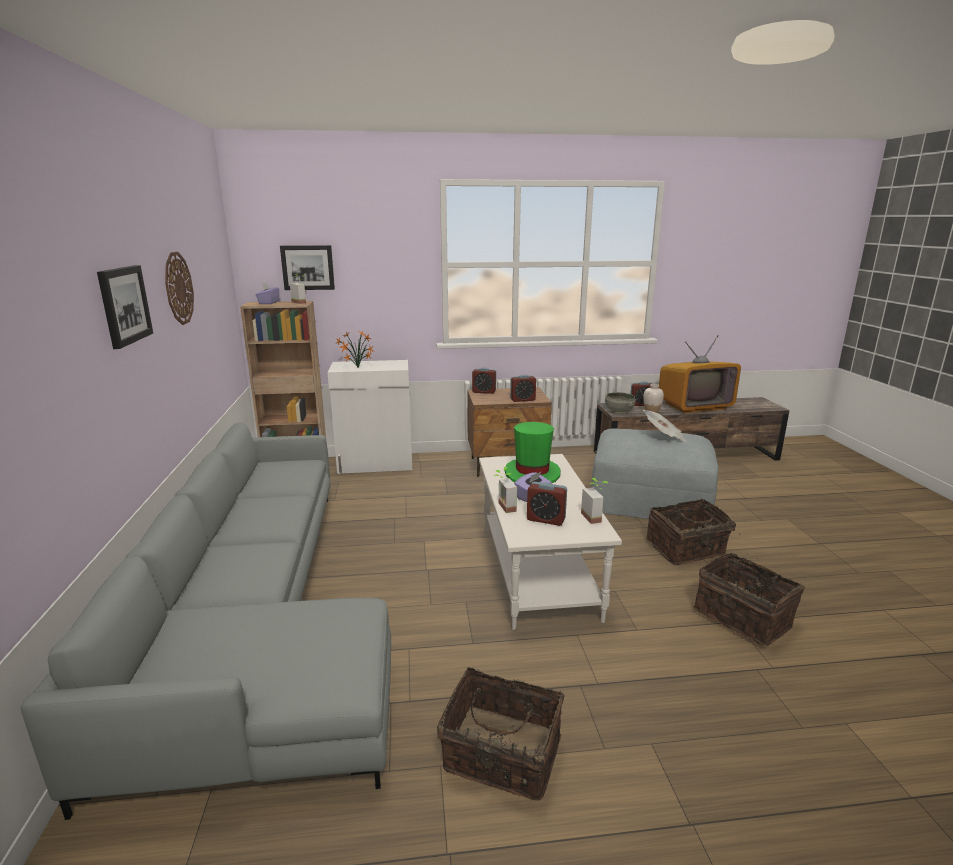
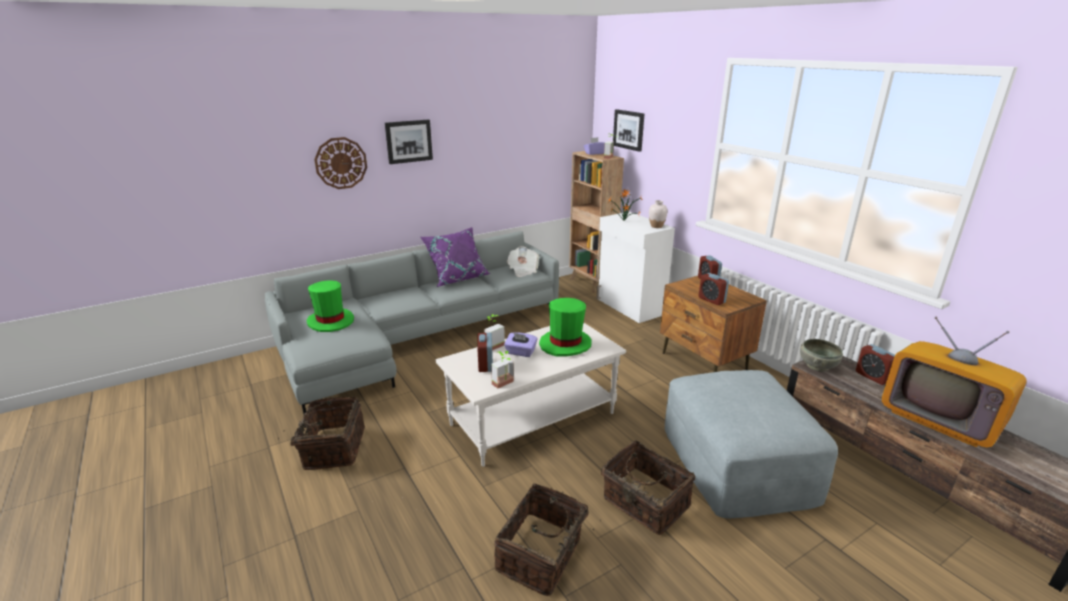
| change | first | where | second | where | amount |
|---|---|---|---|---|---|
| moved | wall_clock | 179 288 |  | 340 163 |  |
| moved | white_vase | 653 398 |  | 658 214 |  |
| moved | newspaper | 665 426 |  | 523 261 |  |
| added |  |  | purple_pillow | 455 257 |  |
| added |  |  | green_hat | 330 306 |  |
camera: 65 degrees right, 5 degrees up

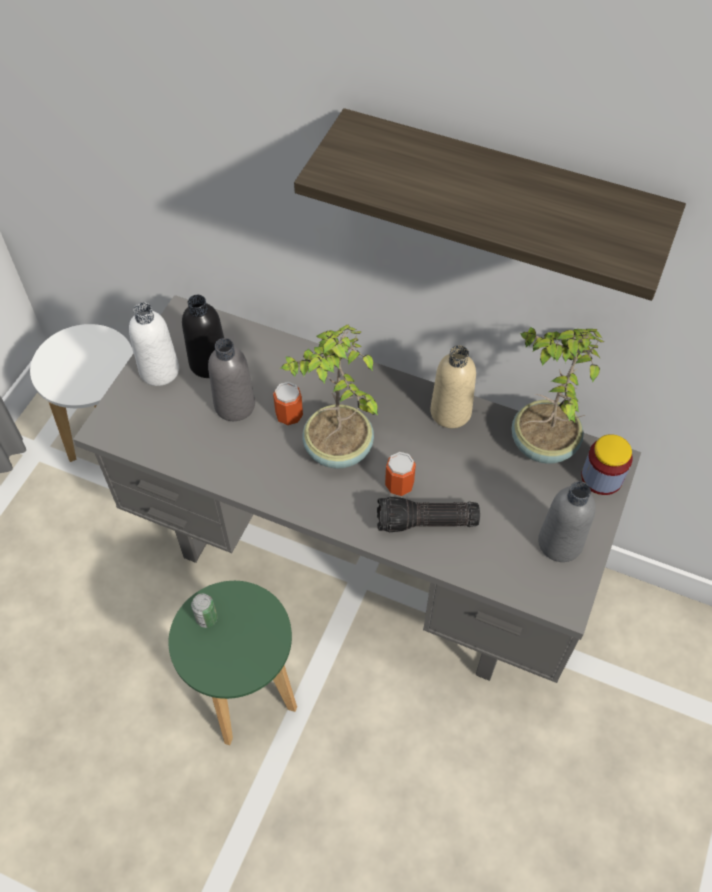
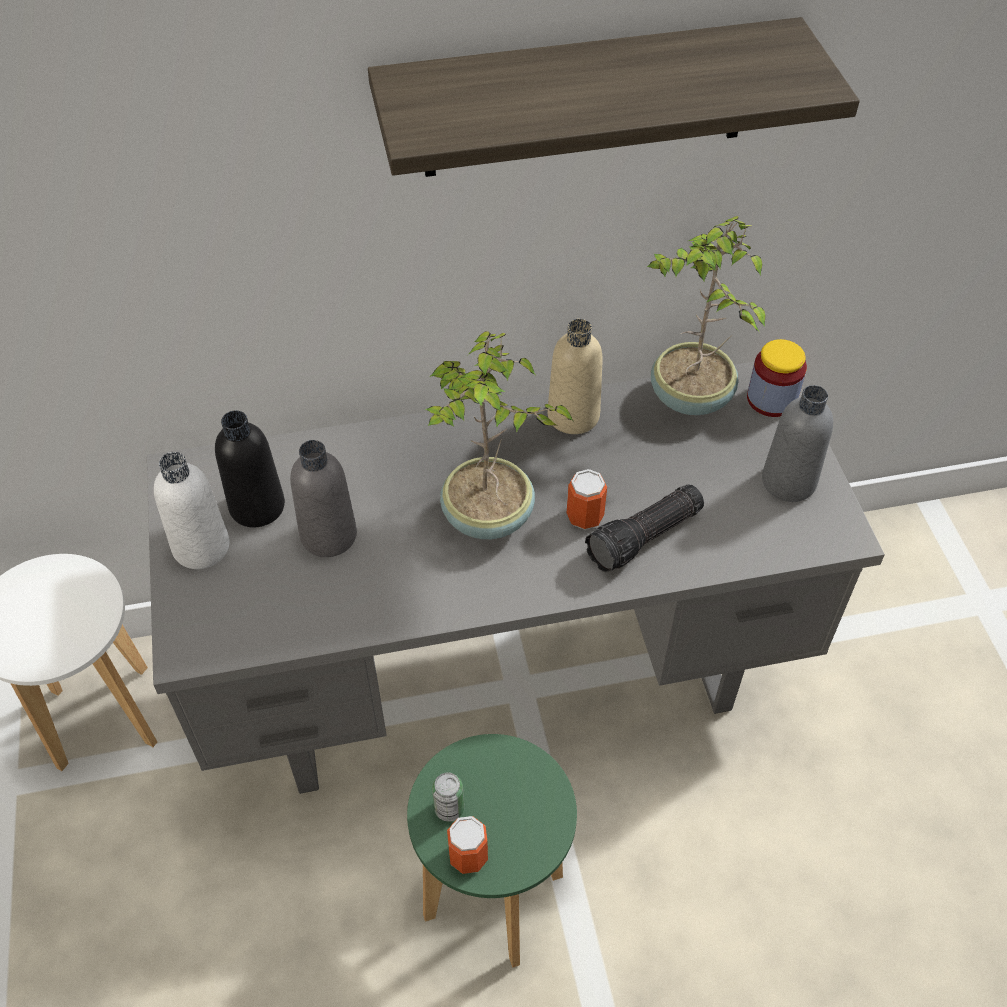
| change | first | where | second | where | amount |
|---|---|---|---|---|---|
| moved | can | 288 404 |  | 467 845 |  |
camera: 35 degrees left, 5 degrees down

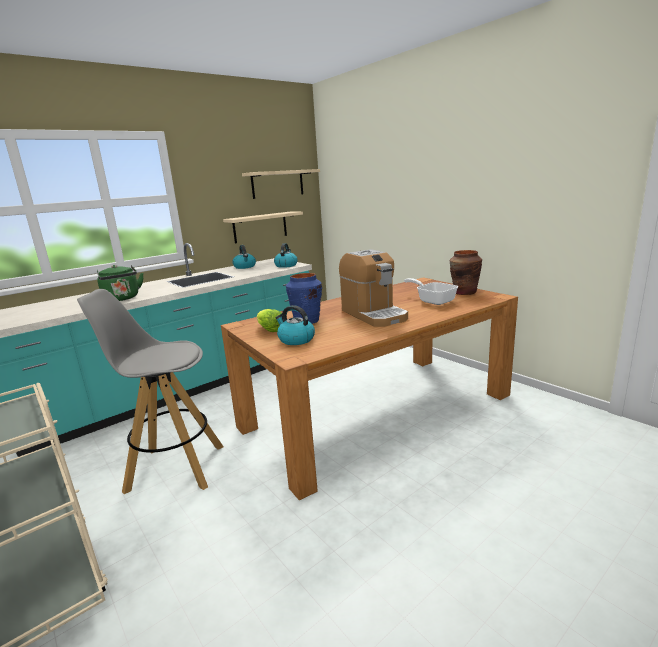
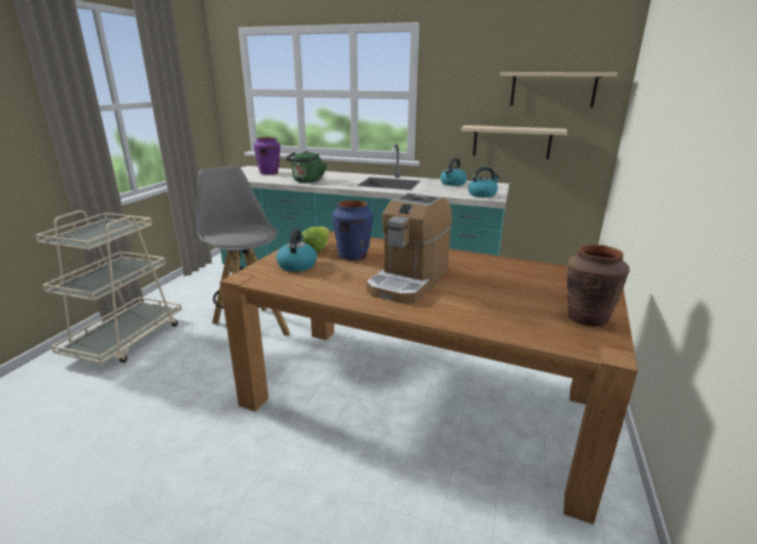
| change | first | where | second | where | amount |
|---|---|---|---|---|---|
| removed | frying_pan | 431 291 |  |  |  |
| added |  |  | purple_vase | 267 156 |  |
camera: 55 degrees right, 5 degrees up

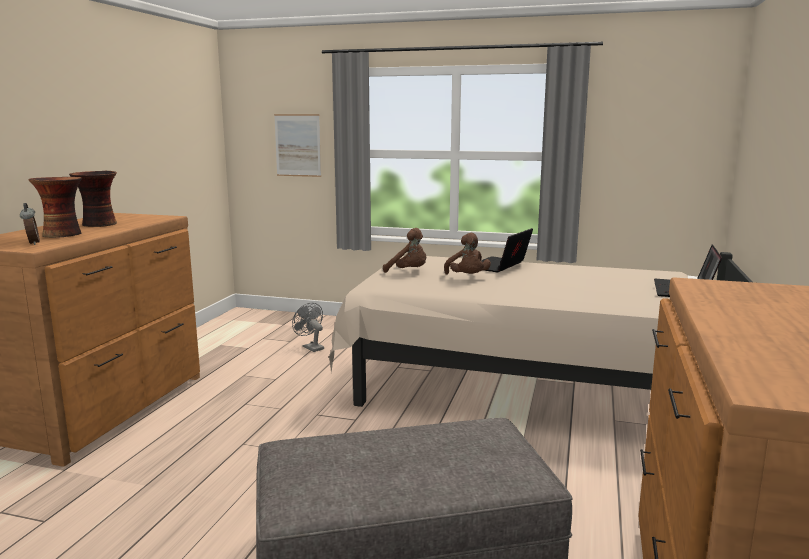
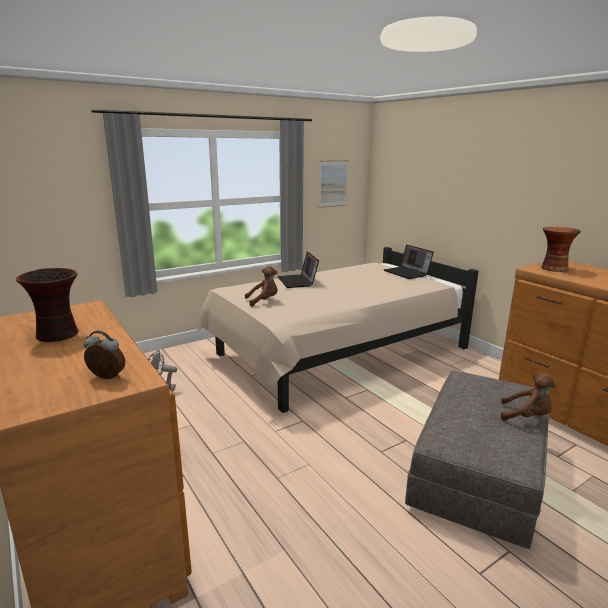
| change | first | where | second | where | amount |
|---|---|---|---|---|---|
| moved | picture | 297 145 |  | 334 184 |  |
| moved | vase | 55 207 |  | 561 249 |  |
| moved | brown_plush_toy | 467 254 |  | 529 397 |  |
camera: 50 degrees left, 5 degrees up

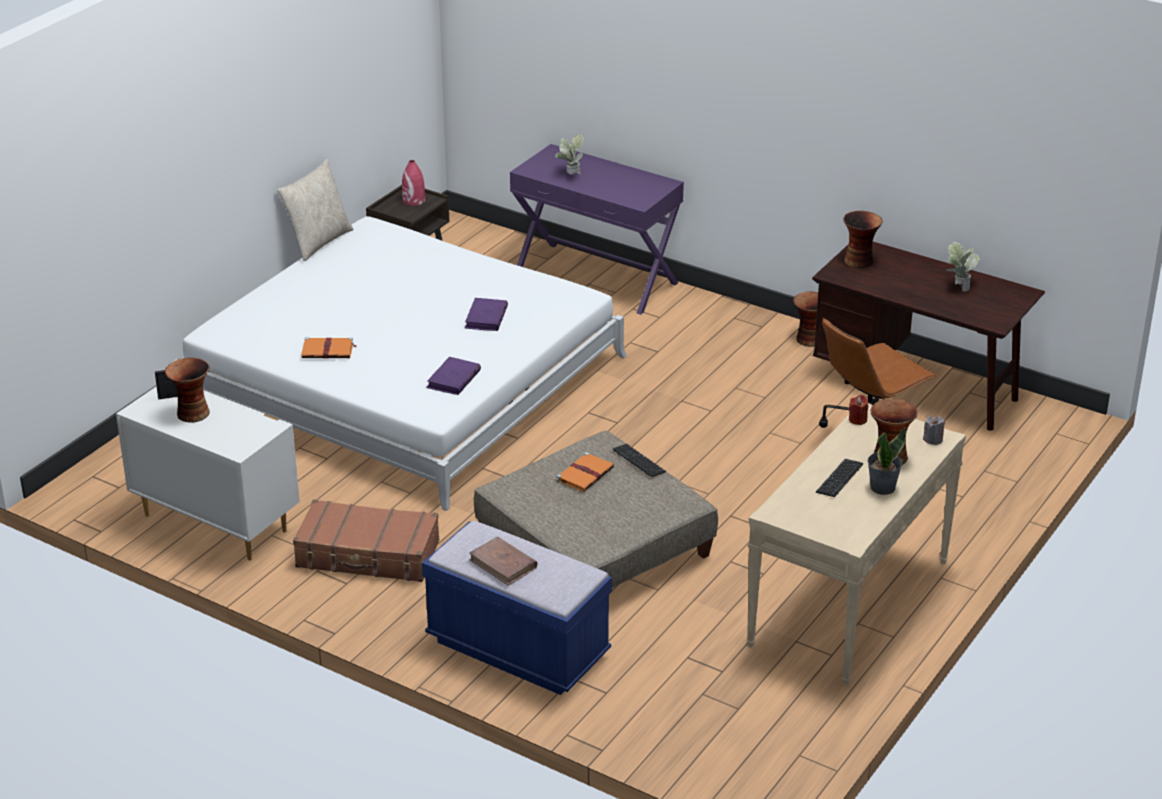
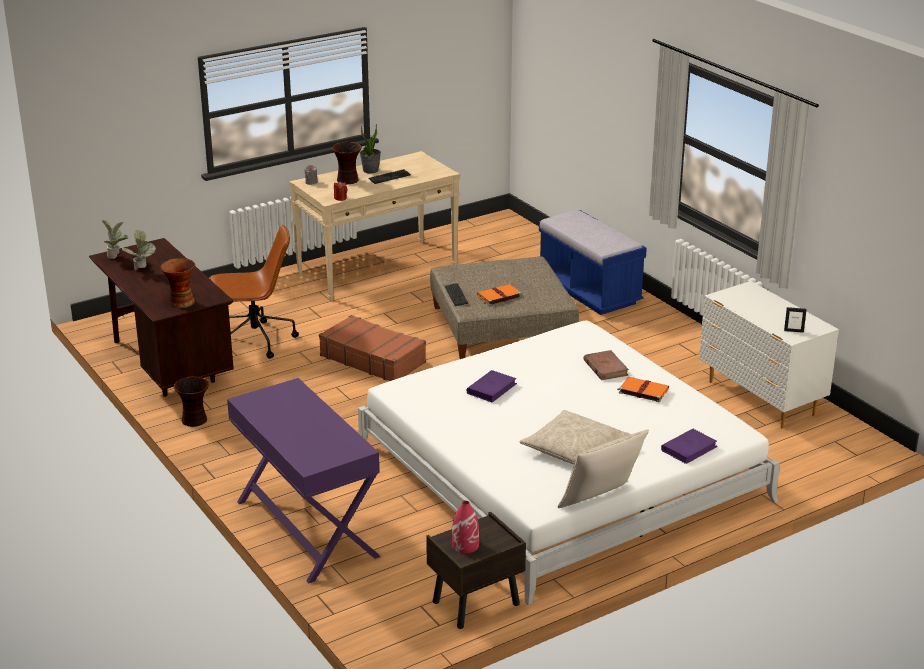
| change | first | where | second | where | amount |
|---|---|---|---|---|---|
| moved | potted_plant | 569 154 |  | 115 239 |  |
| moved | purple_book | 453 376 |  | 689 446 |  |
| removed | vase | 187 390 |  |  |  |
| moved | brown_suitcase | 366 540 |  | 372 348 |  |
| moved | brown_book | 503 560 |  | 606 365 |  |
| added |  |  | beige_pillow | 574 437 |  |
camera: 155 degrees left, 5 degrees down

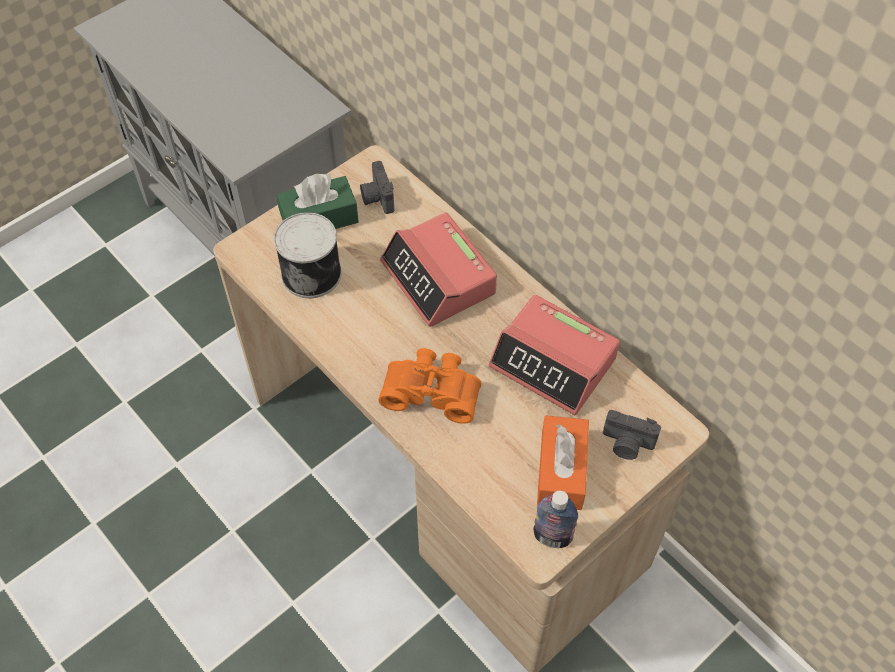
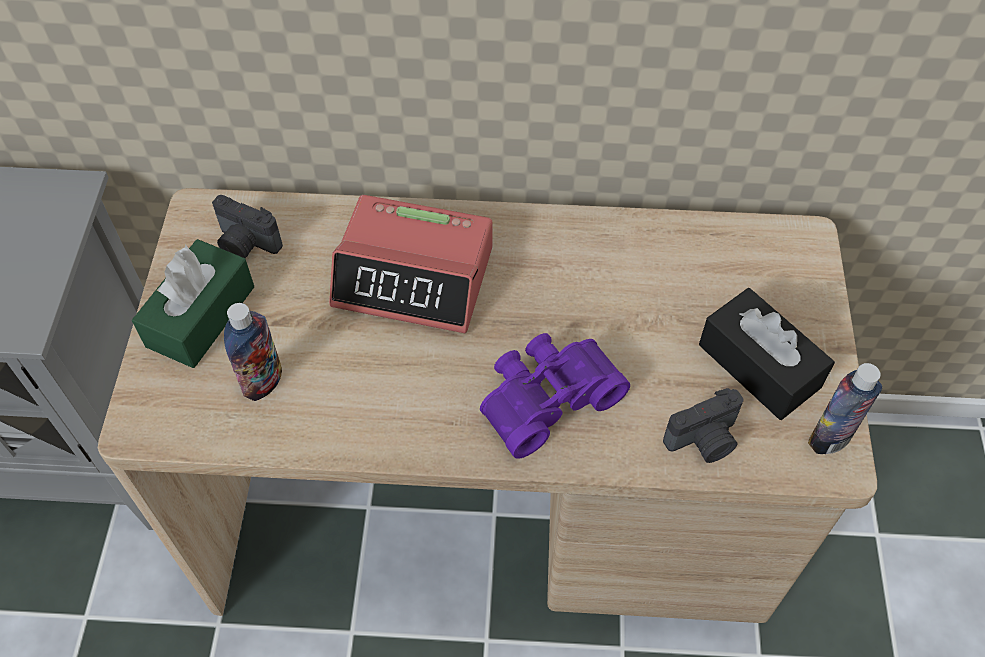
| change | first | where | second | where | amount |
|---|---|---|---|---|---|
| replaced | can | 308 255 | bottle | 253 352 |  |
| removed | alarm_clock | 554 355 |  |  |  |
| recoloured | orange_binoculars | 430 386 | purple_binoculars | 555 396 |  |
| moved | photo_camera | 632 435 |  | 703 425 |  |
| recoloured | orange_tissue_box | 563 463 | black_tissue_box | 767 354 |  |
camera: 45 degrees left, 0 degrees up

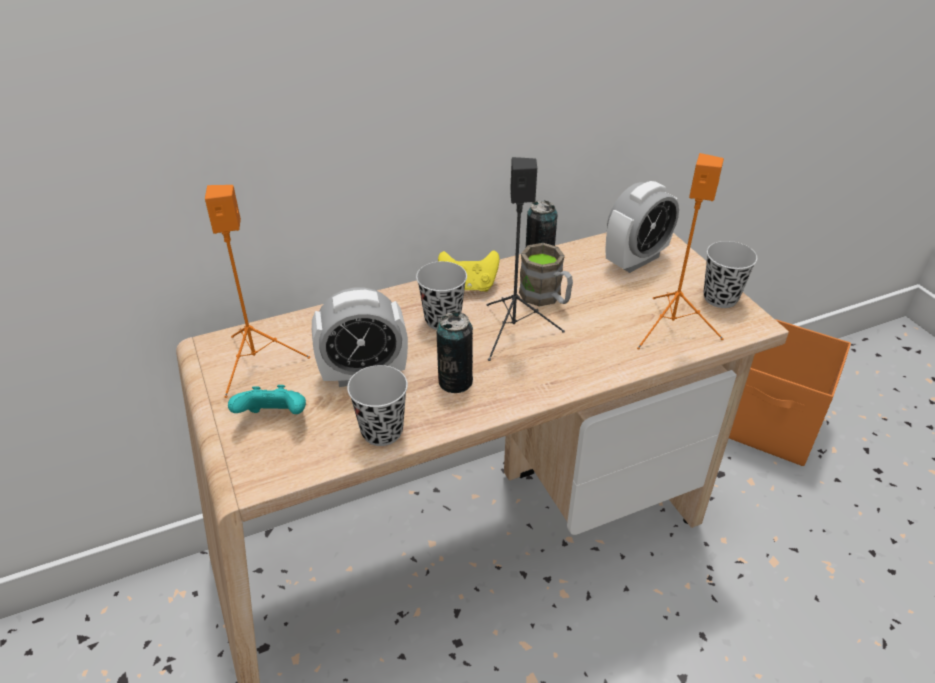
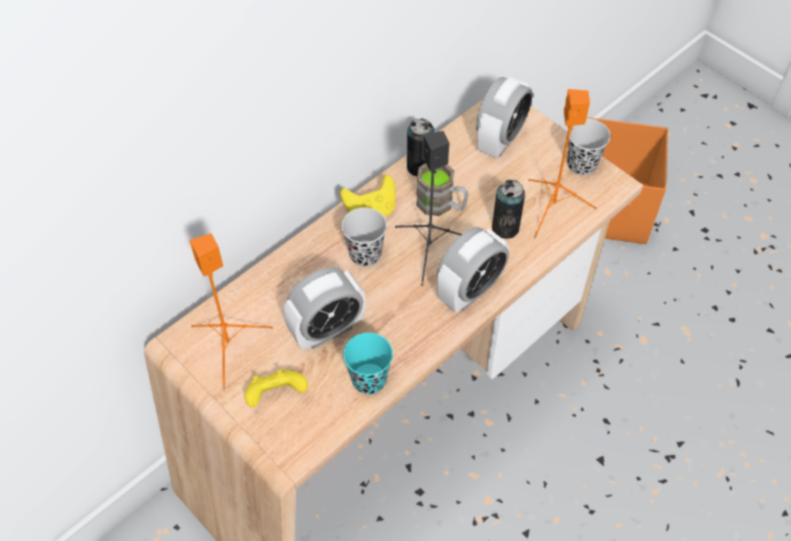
| change | first | where | second | where | amount |
|---|---|---|---|---|---|
| moved | can | 454 352 |  | 508 209 |  |
| recoloured | black_cup | 377 405 | turquoise_cup | 368 363 |  |
| recoloured | turquoise_game_controller | 267 399 | yellow_game_controller | 276 388 |  |
| added |  |  | alarm_clock | 473 270 |  |
camera: 20 degrees left, 15 degrees up

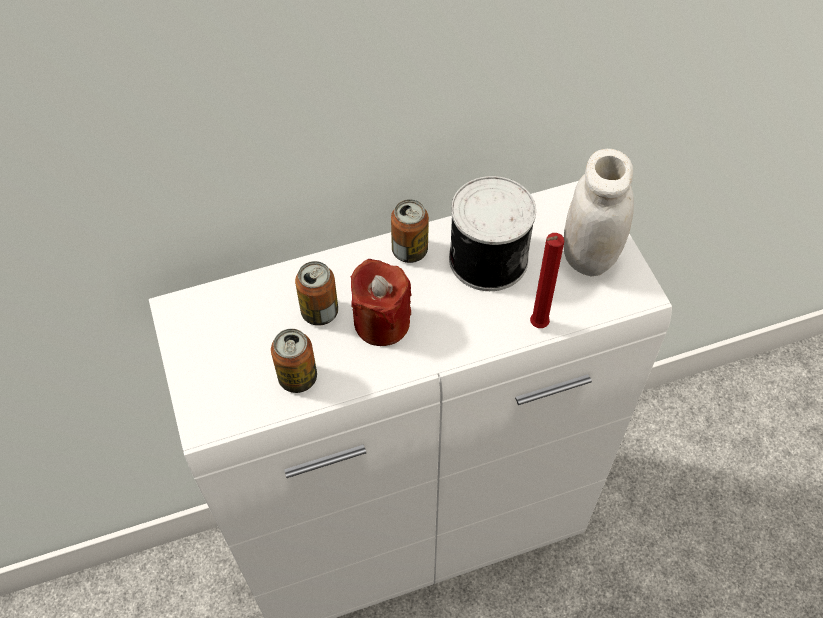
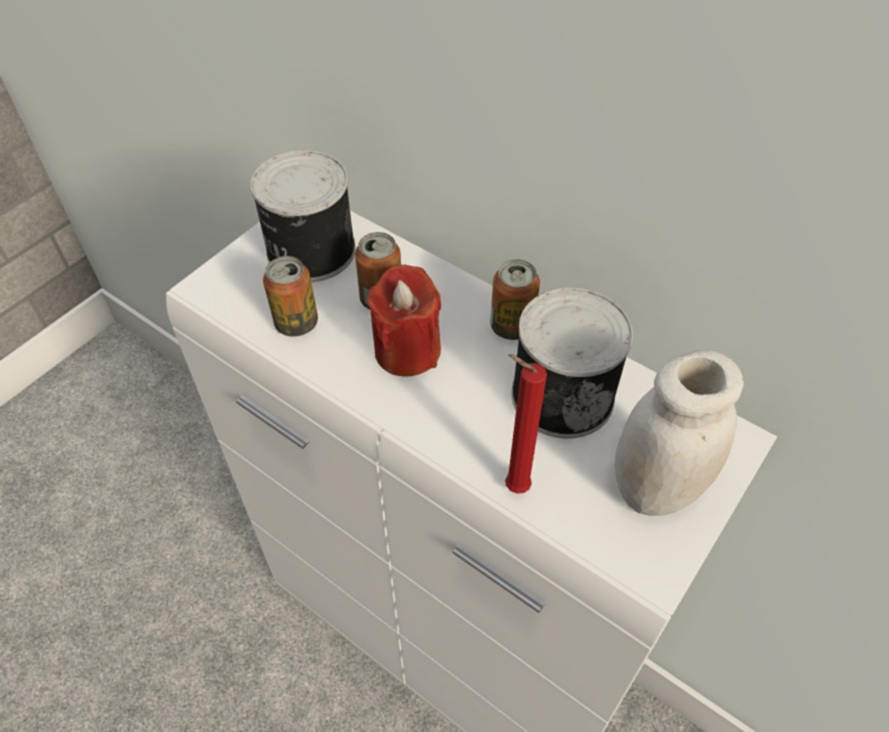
| change | first | where | second | where | amount |
|---|---|---|---|---|---|
| added |  |  | can | 303 216 |  |
camera: 55 degrees right, 5 degrees down

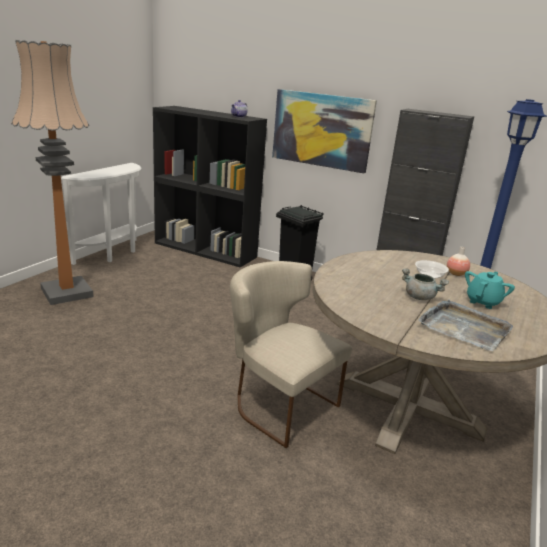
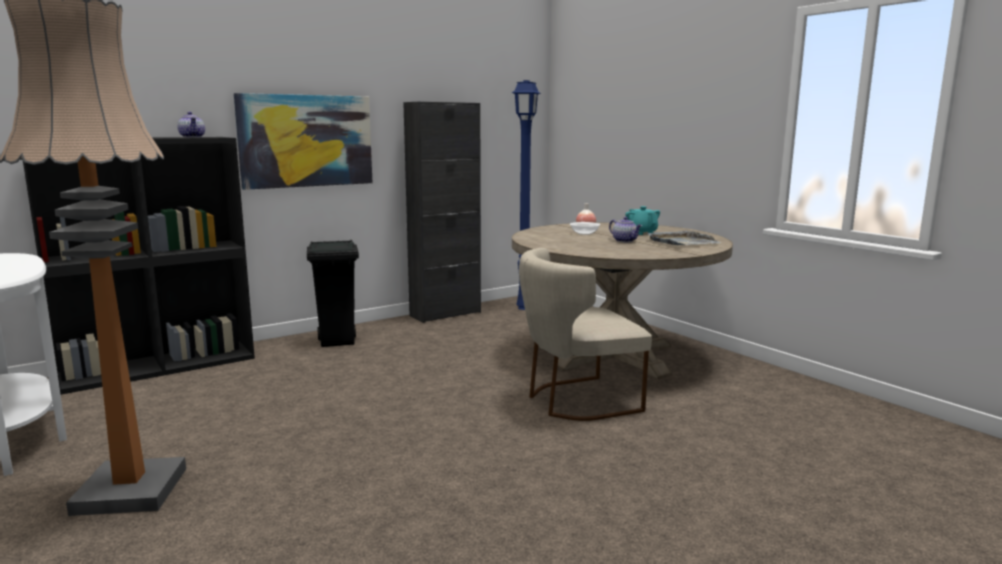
| change | first | where | second | where | amount |
|---|---|---|---|---|---|
| replaced | grey_cooking_pot | 425 284 | teapot | 625 229 |  |
camera: 60 degrees left, 10 degrees down

